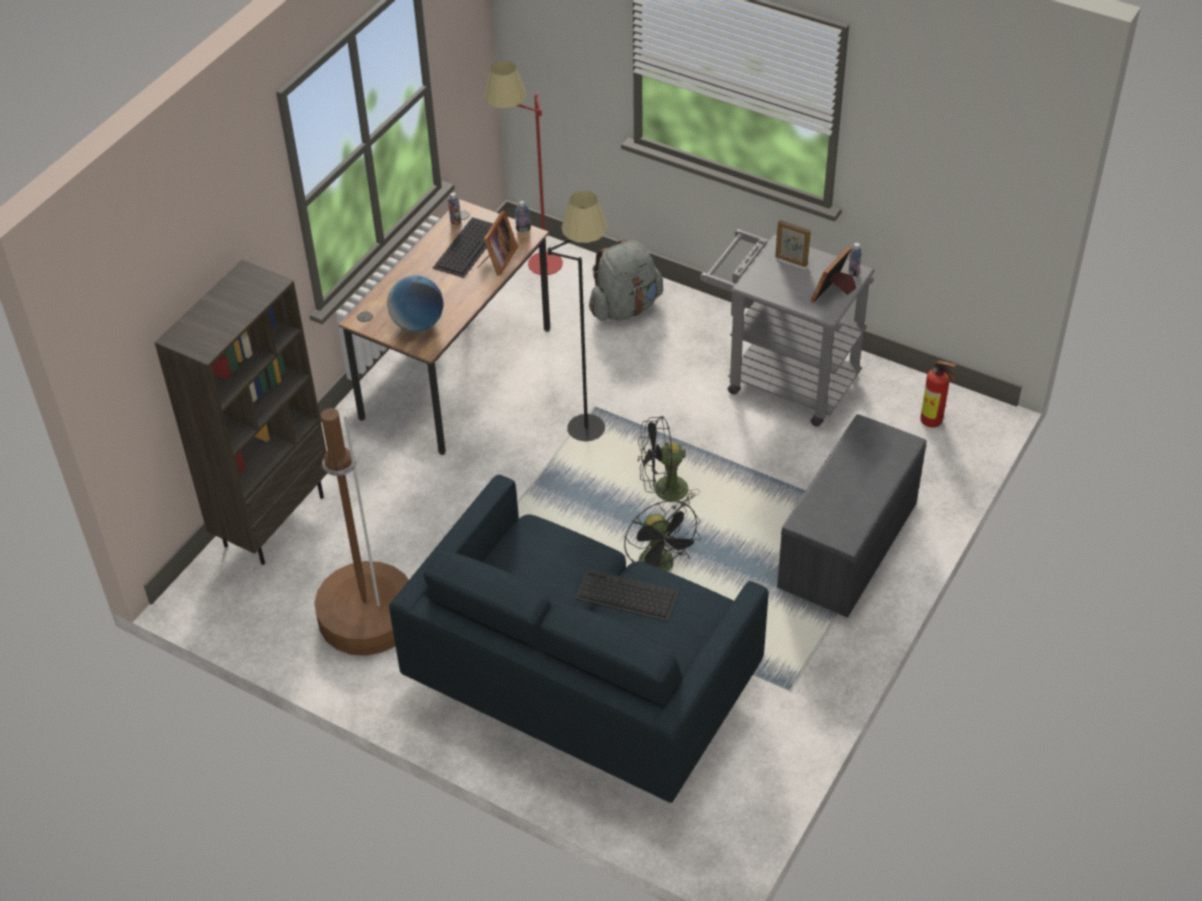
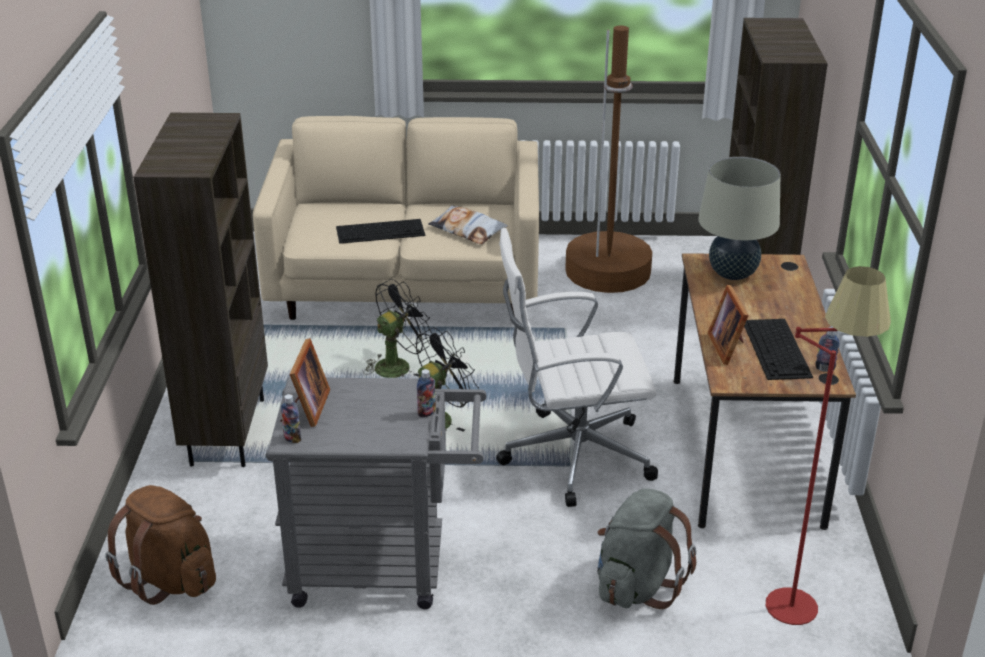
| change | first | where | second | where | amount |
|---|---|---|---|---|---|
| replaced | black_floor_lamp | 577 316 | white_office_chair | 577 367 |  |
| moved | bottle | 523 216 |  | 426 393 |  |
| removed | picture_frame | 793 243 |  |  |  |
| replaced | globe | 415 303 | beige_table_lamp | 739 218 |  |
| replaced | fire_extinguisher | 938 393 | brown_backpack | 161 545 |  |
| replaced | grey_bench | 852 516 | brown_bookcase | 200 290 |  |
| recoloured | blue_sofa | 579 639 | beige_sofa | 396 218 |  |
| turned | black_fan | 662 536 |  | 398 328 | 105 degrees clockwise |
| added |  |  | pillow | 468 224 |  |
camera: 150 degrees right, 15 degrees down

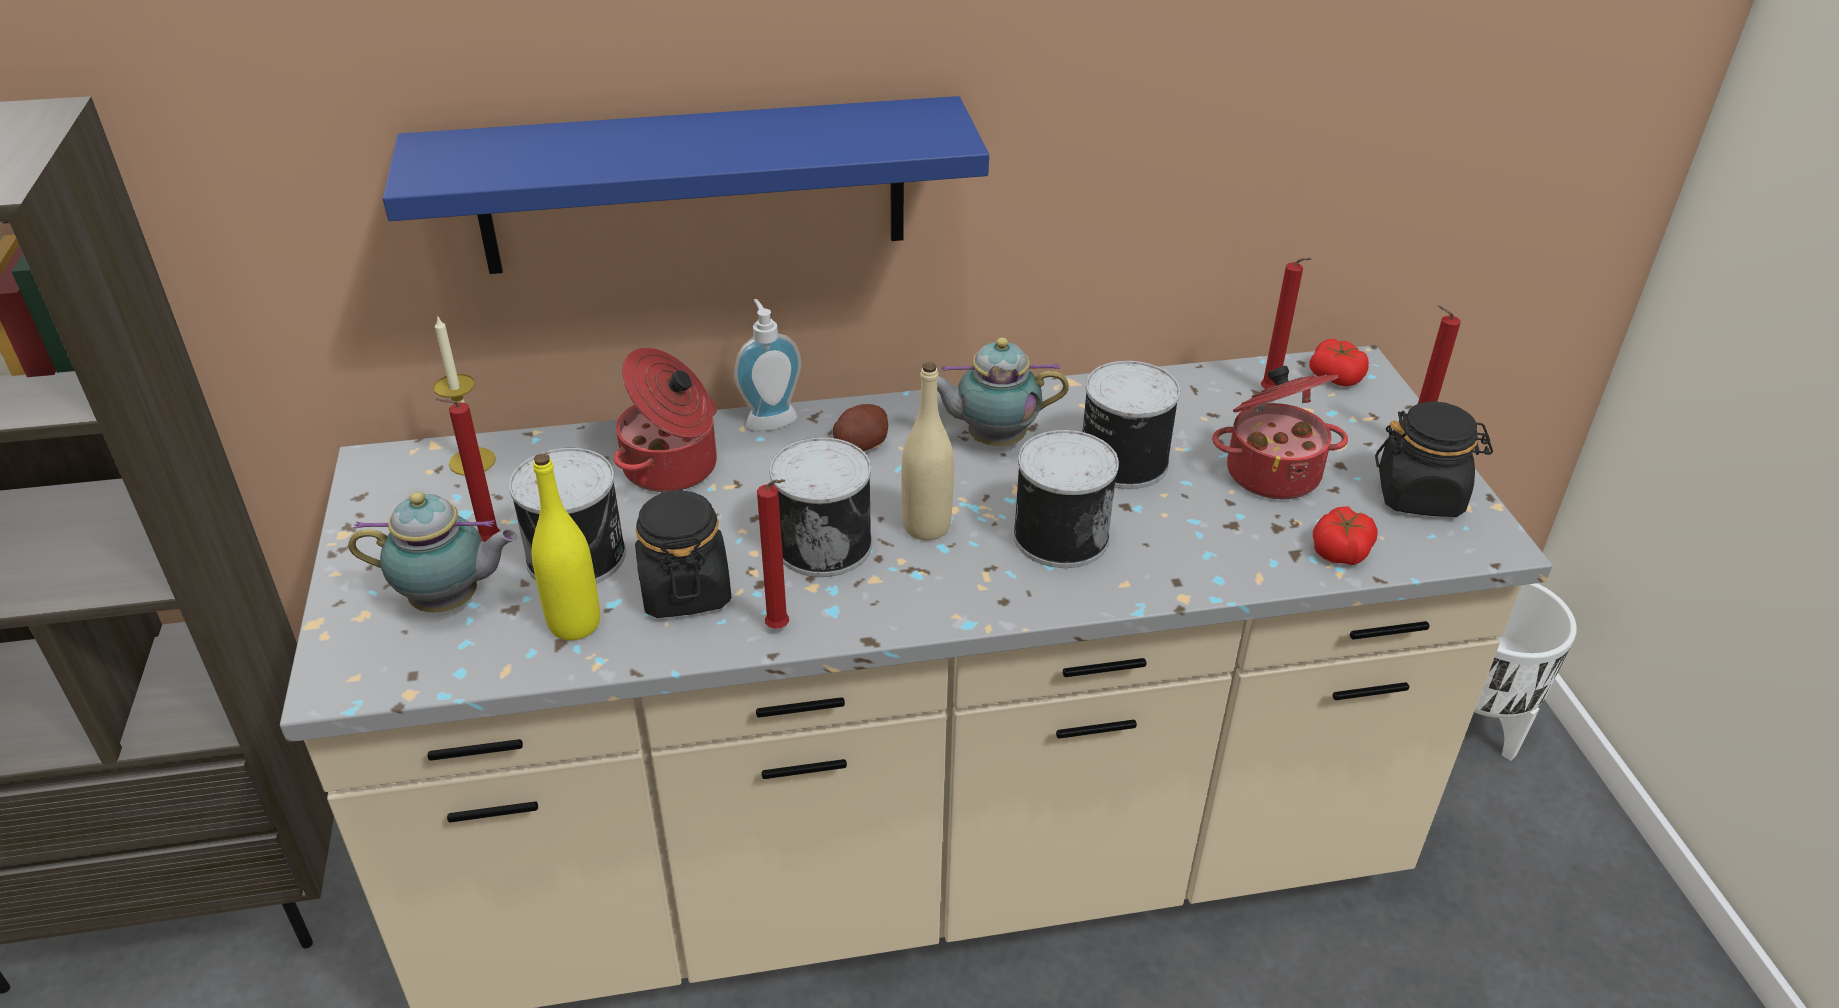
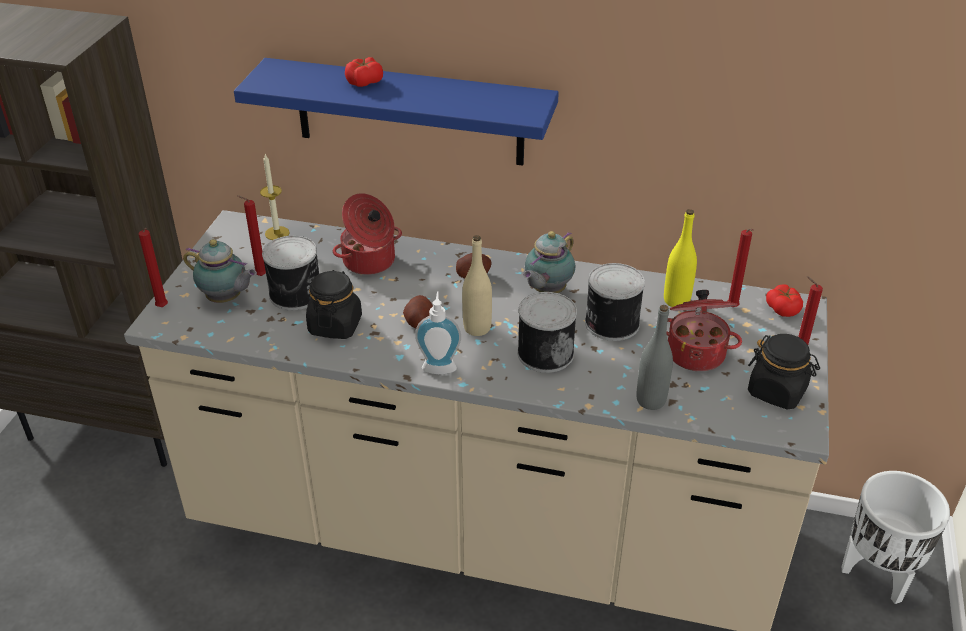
| change | first | where | second | where | amount |
|---|---|---|---|---|---|
| moved | soap_dispenser | 767 365 |  | 438 333 |  |
| turned | teapot | 1003 392 |  | 549 262 | 75 degrees counterclockwise |
| replaced | can | 820 507 | potato | 418 311 |  |
| moved | yellow_bottle | 566 546 |  | 680 258 |  |
| moved | red_candle | 773 554 |  | 153 267 |  |
| moved | tomato | 1345 535 |  | 364 72 |  |
| added |  |  | grey_bottle | 655 357 |  |
camera: 25 degrees right, 0 degrees up

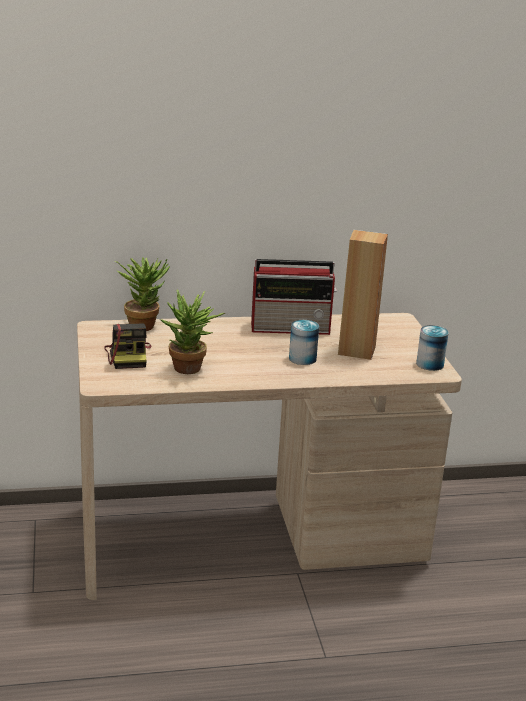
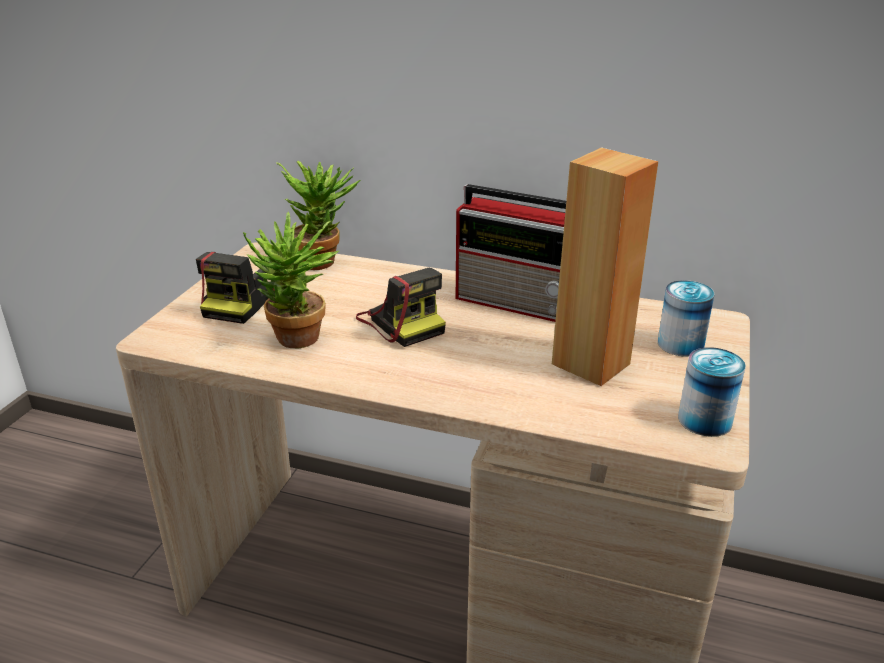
| change | first | where | second | where | amount |
|---|---|---|---|---|---|
| moved | can | 304 342 |  | 686 318 |  |
| added |  |  | photo_camera | 401 307 |  |
camera: 30 degrees right, 5 degrees up

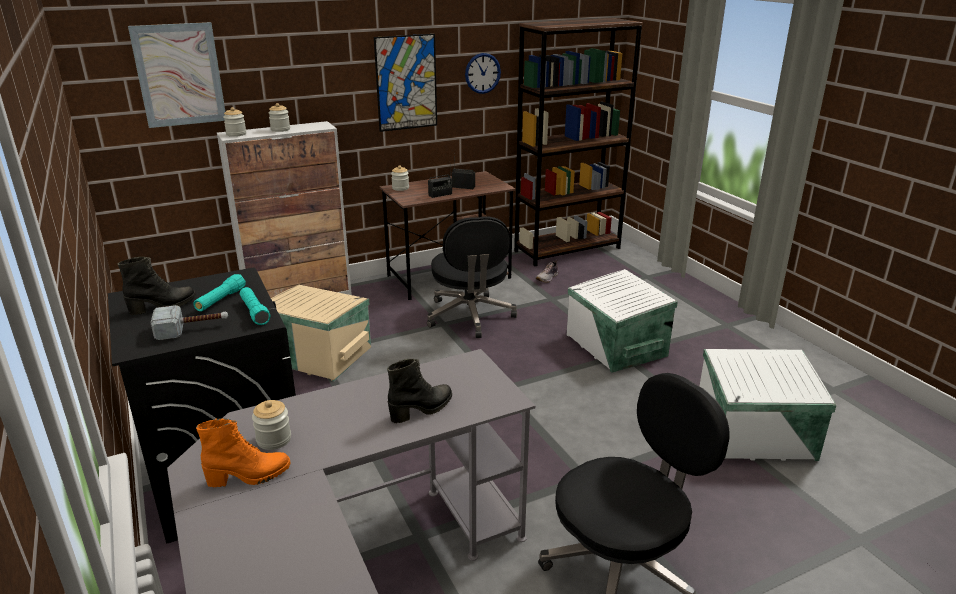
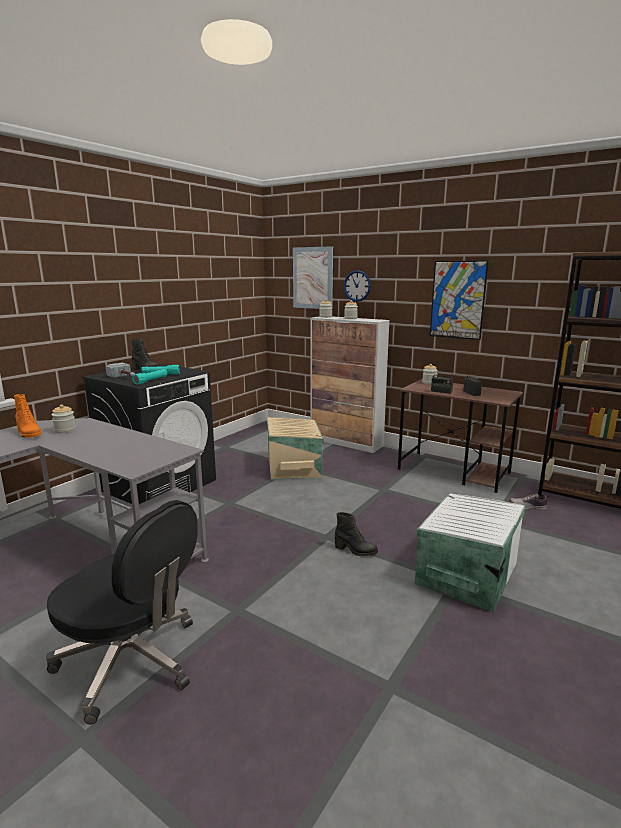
| change | first | where | second | where | amount |
|---|---|---|---|---|---|
| moved | wall_clock | 483 73 |  | 357 286 |  |
| removed | black_office_chair | 472 277 |  |  |  |
| removed | white_storage_box | 768 405 |  |  |  |
| moved | black_boot | 419 391 |  | 356 534 |  |
camera: 60 degrees right, 10 degrees down

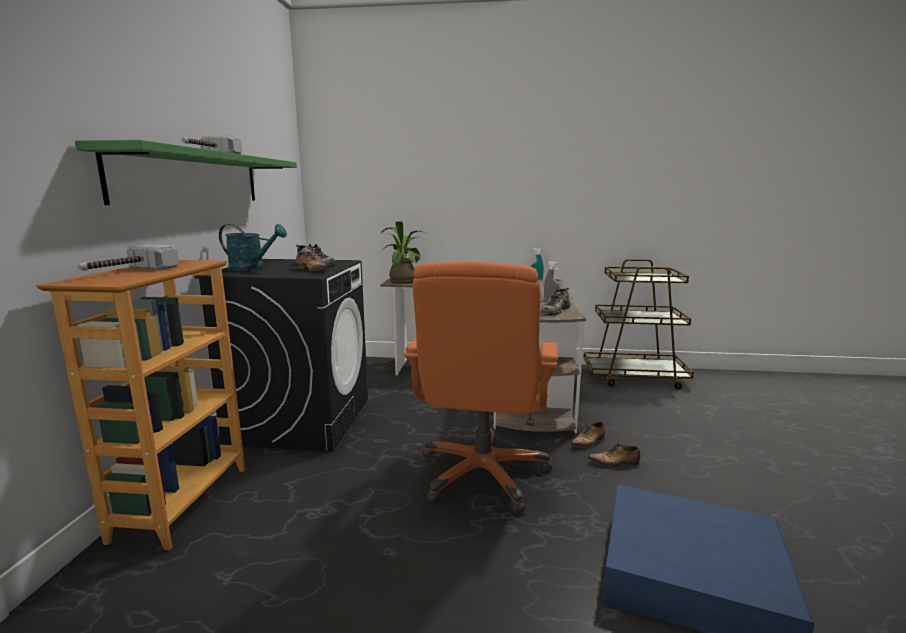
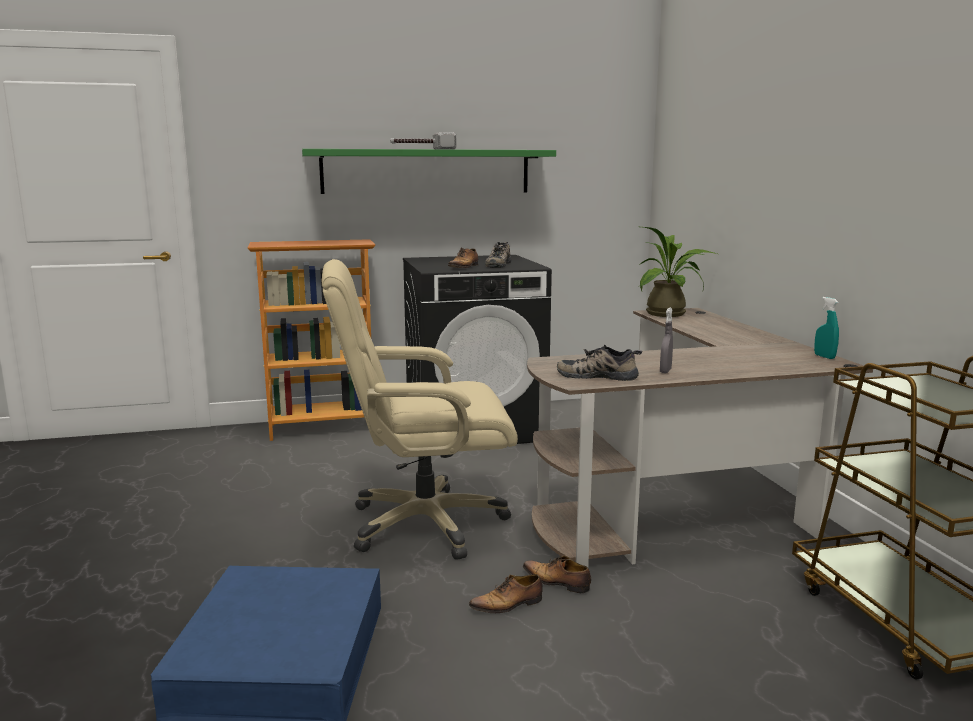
| change | first | where | second | where | amount |
|---|---|---|---|---|---|
| removed | turquoise_watering_can | 253 247 |  |  |  |
| removed | hammer | 128 257 |  |  |  |
| recoloured | orange_office_chair | 481 387 | beige_office_chair | 420 409 |  |
| turned | shoe | 614 455 |  | 505 593 | 90 degrees counterclockwise |
camera: 70 degrees right, 0 degrees up

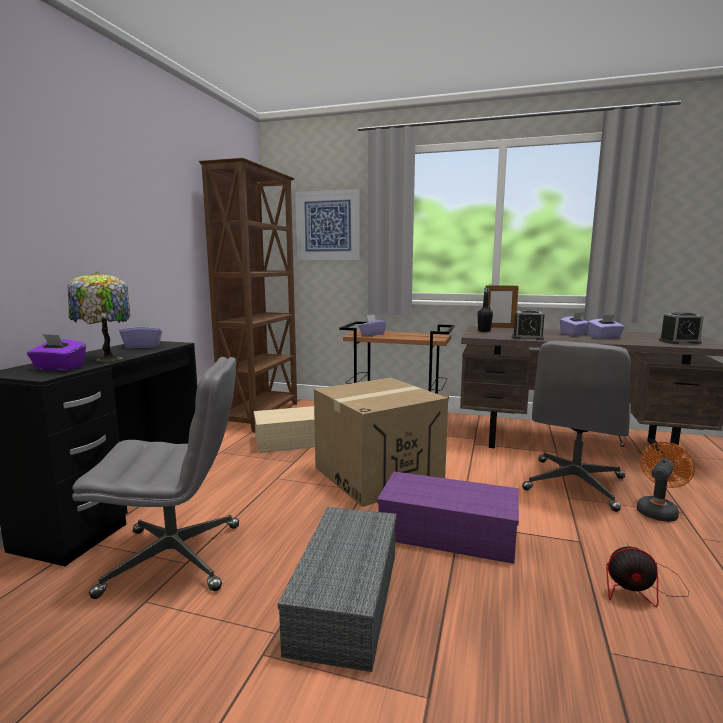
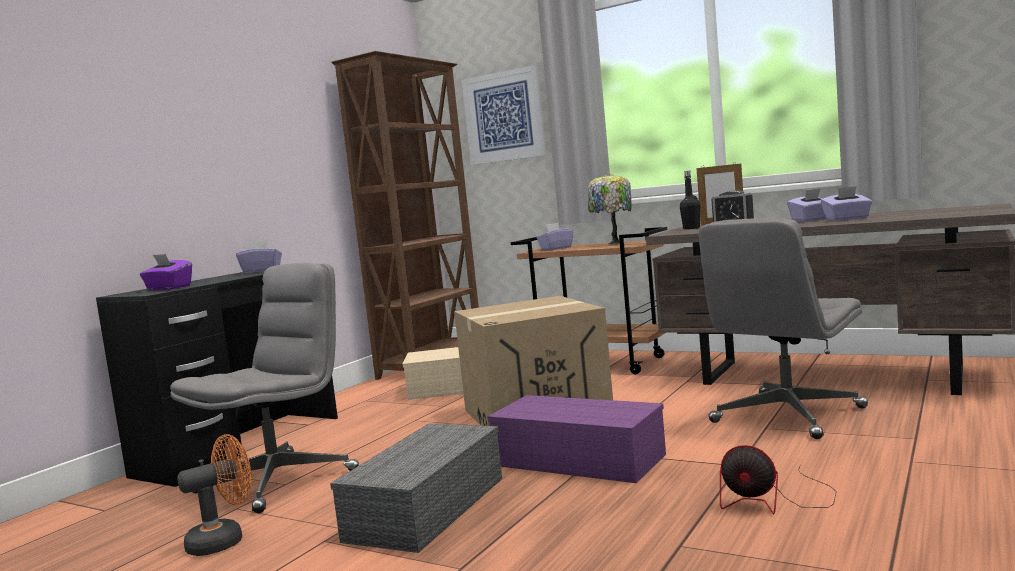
| change | first | where | second | where | amount |
|---|---|---|---|---|---|
| moved | table_lamp | 99 317 |  | 610 209 |  |
| removed | alarm_clock | 681 327 |  |  |  |
| turned | grey_office_chair | 155 478 |  | 264 388 | 60 degrees counterclockwise |
| moved | orange_fan | 666 482 |  | 214 495 |  |
camera: 15 degrees right, 5 degrees down

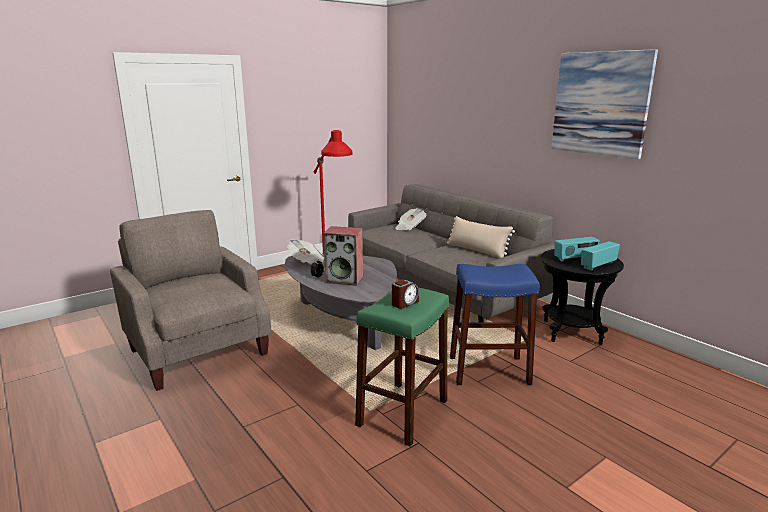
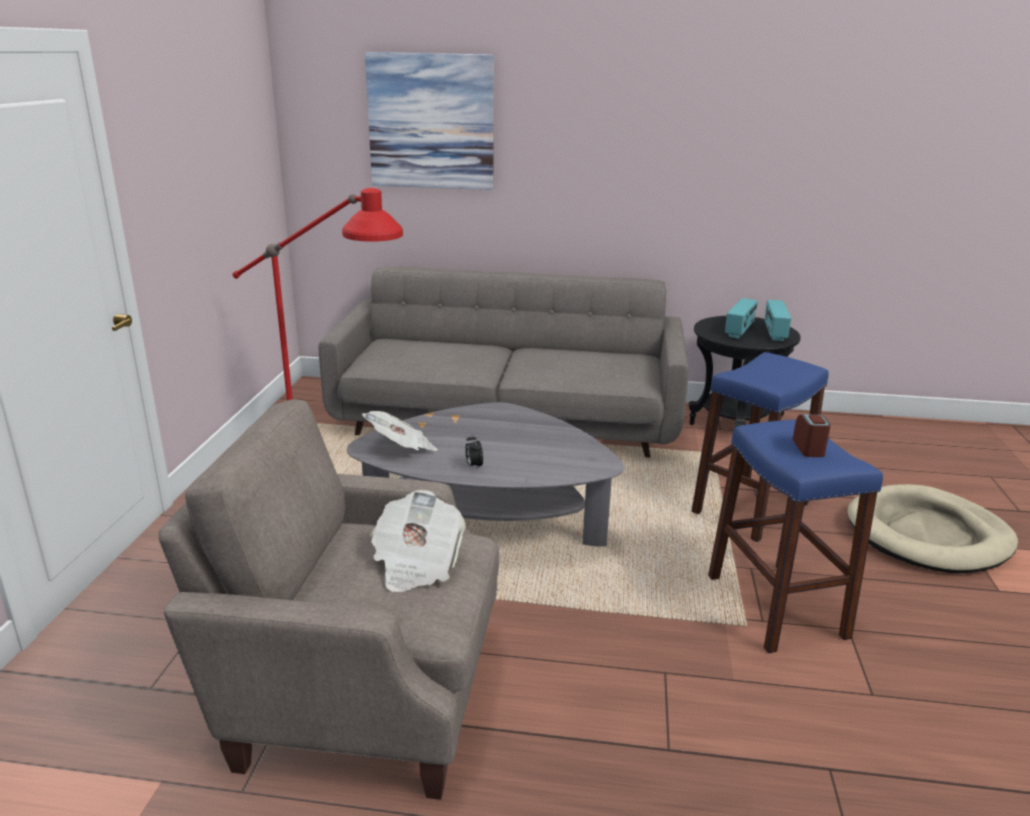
| change | first | where | second | where | amount |
|---|---|---|---|---|---|
| moved | picture | 604 104 |  | 429 121 |  |
| moved | newspaper | 410 219 |  | 418 541 |  |
| removed | beige_pillow | 481 237 |  |  |  |
| removed | speaker | 343 256 |  |  |  |
| recoloured | green_stool | 402 367 | blue_stool | 795 536 |  |
| added |  |  | beige_dog_bed | 932 528 |  |
camera: 45 degrees left, 5 degrees up

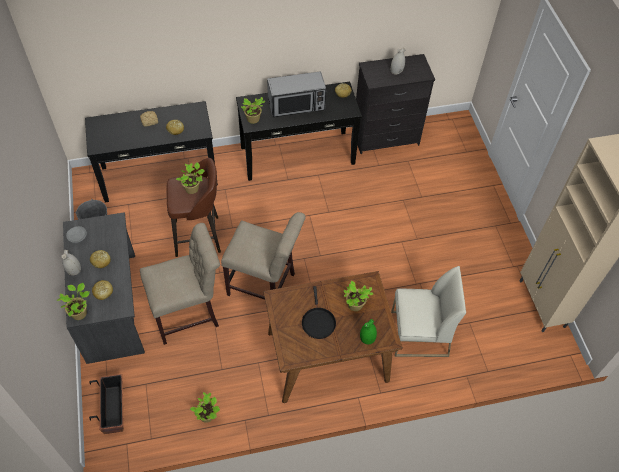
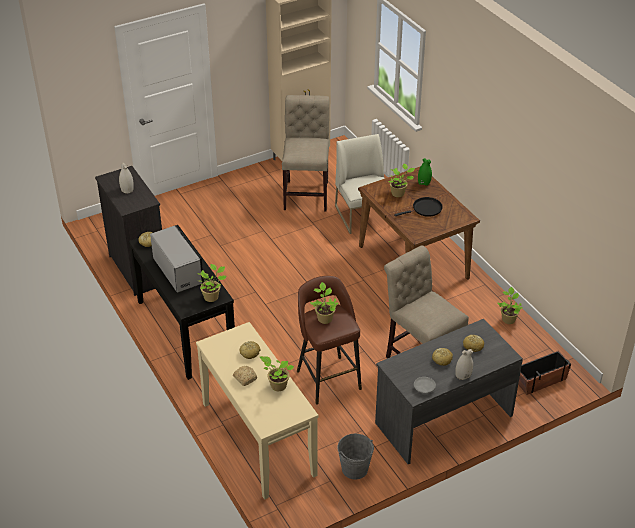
| change | first | where | second | where | amount |
|---|---|---|---|---|---|
| recoloured | black_console_table | 151 152 | beige_console_table | 257 411 |  |
| moved | beige_chair | 263 256 |  | 306 153 |  |
| moved | potted_plant | 73 301 |  | 277 373 |  |
camera: 105 degrees left, 15 degrees down

